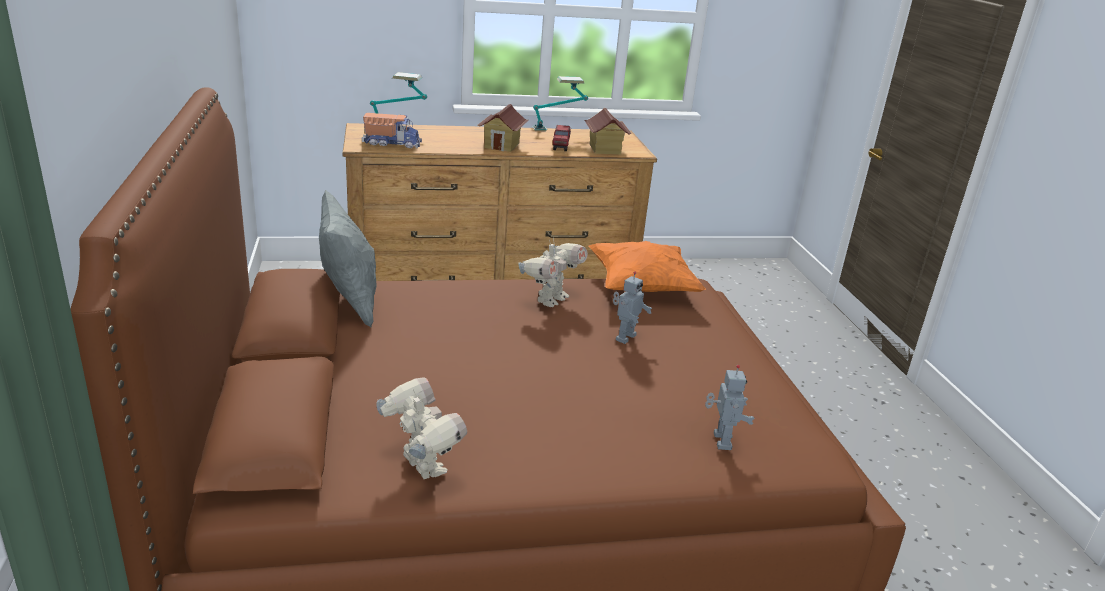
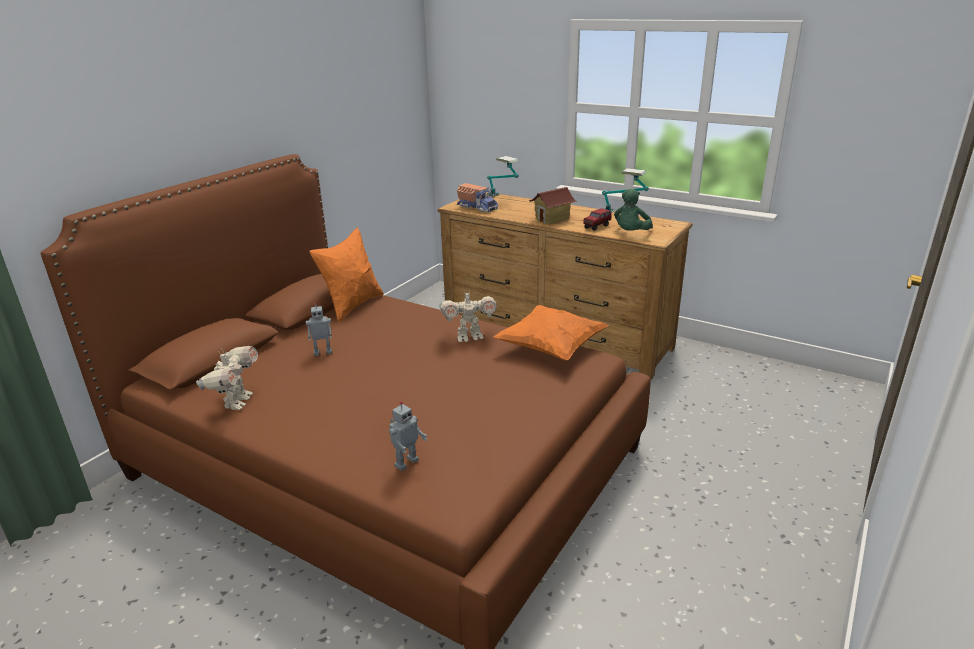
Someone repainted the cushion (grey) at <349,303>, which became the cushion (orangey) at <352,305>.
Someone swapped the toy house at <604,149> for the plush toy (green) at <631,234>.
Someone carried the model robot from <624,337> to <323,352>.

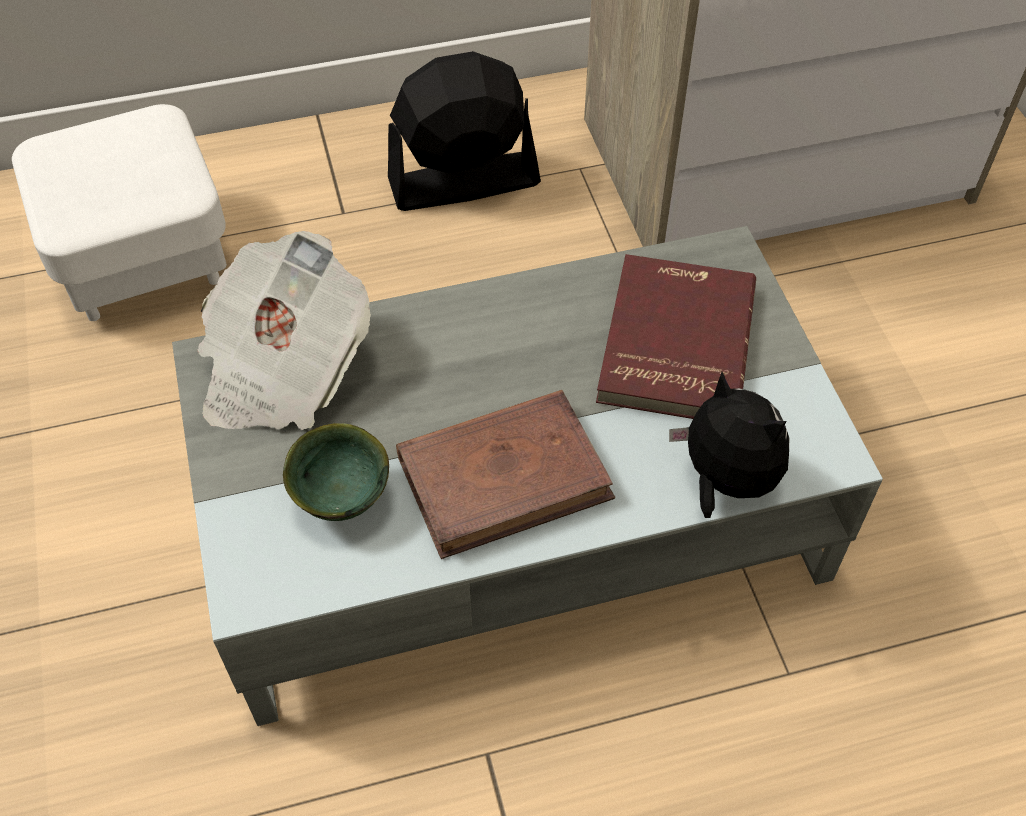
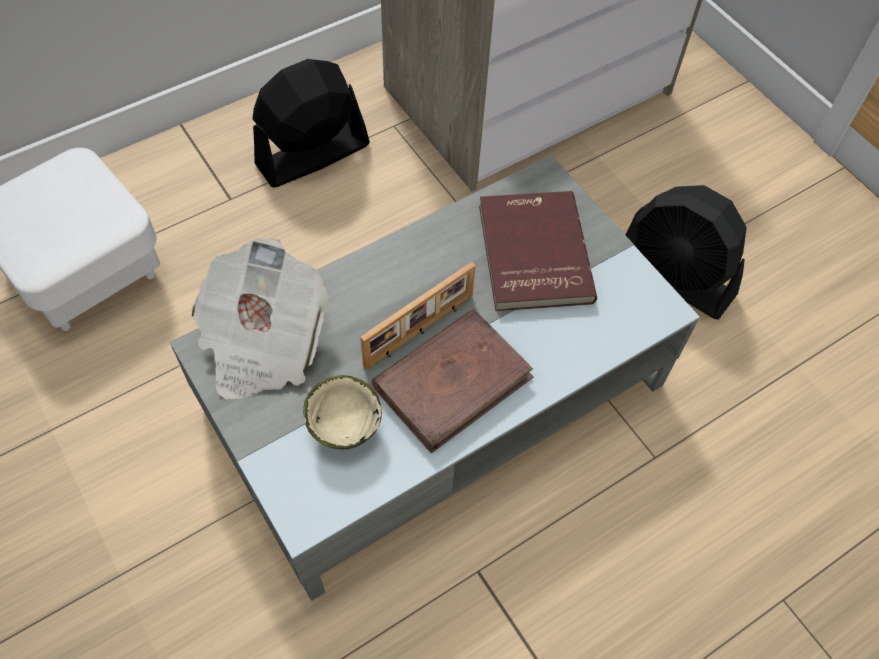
Someone repainted the deep dish (green) at <343,496>, which became the deep dish (sand-coloured) at <345,427>.
Someone took away the plush toy at <724,481>.
Someone put down the photo frame at <420,331>.
Someone put down the fan (black-coloured) at <675,277>.

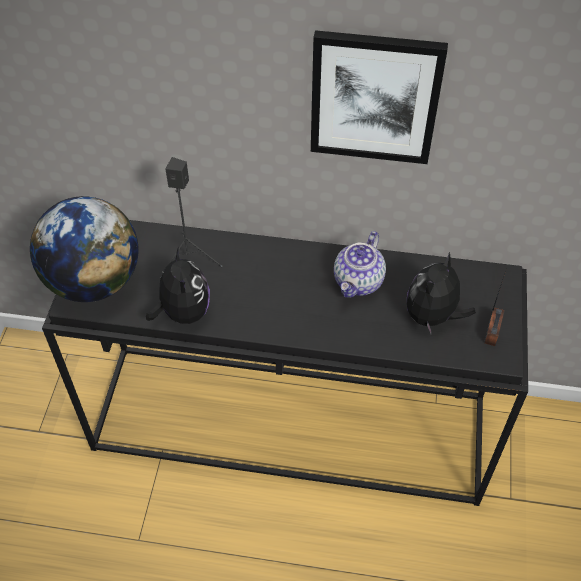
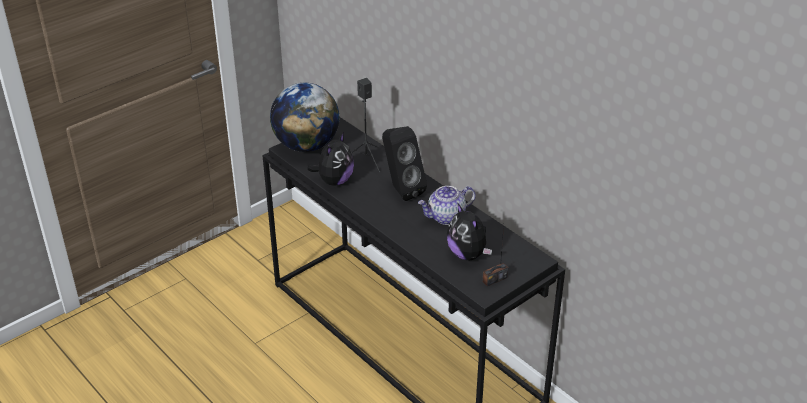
Someone took away the picture at <374,97>.
Someone rotated the plush toy at <432,317> by 105 degrees counterclockwise.
Someone put down the audio speaker (black-coloured) at <401,190>.

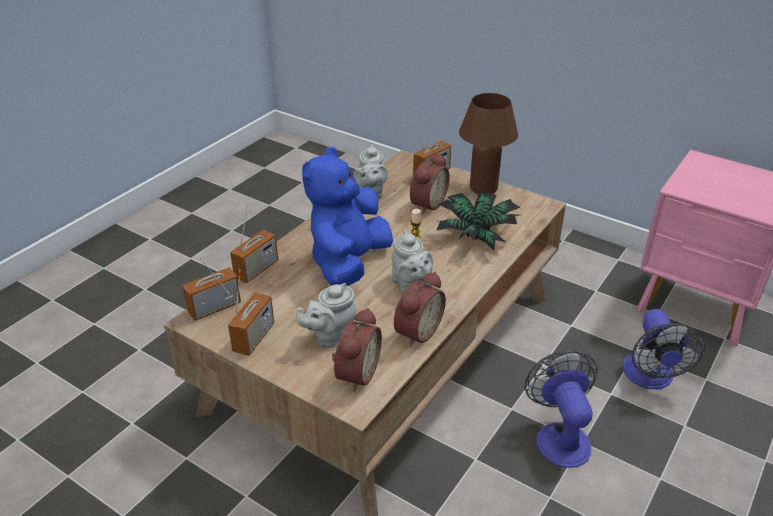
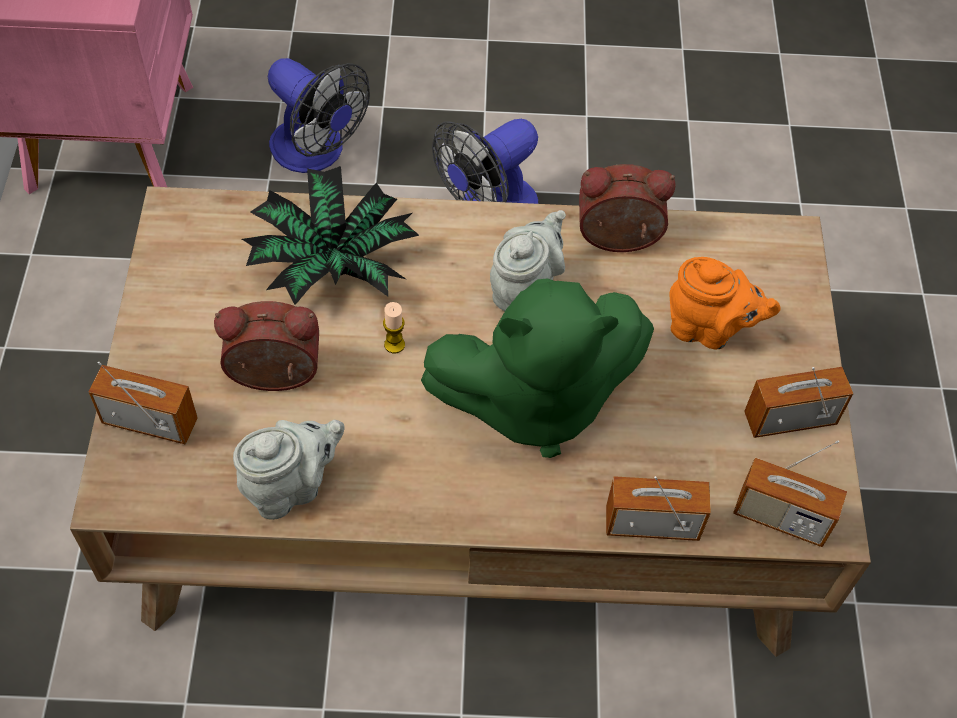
Someone repainted the teapot (grey) at <330,336>, which became the teapot (orangey) at <708,330>.
Someone repainted the plush toy (bluish) at <348,263>, which became the plush toy (green) at <534,400>.
Someone took away the bedside clock at <355,373>.
Someone took away the lamp for a table (brownish) at <483,188>.
Someone rotated the fan at <650,378> by 75 degrees clockwise.

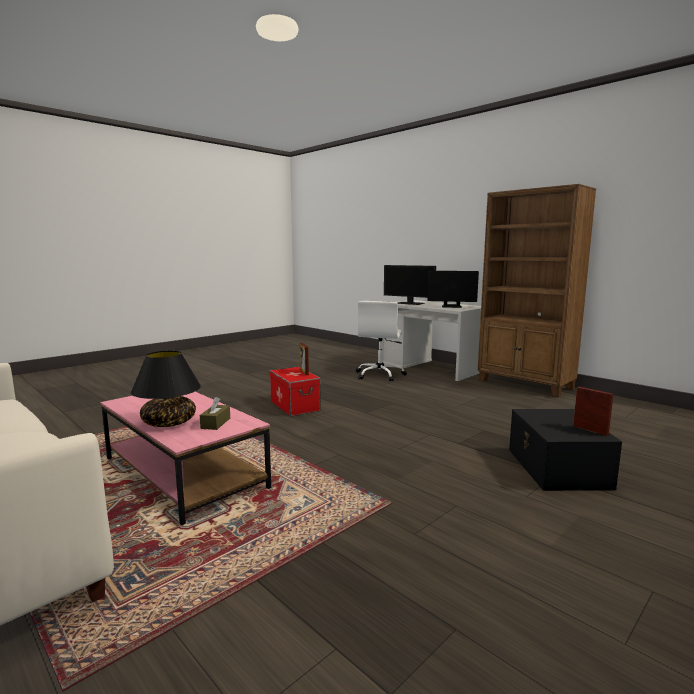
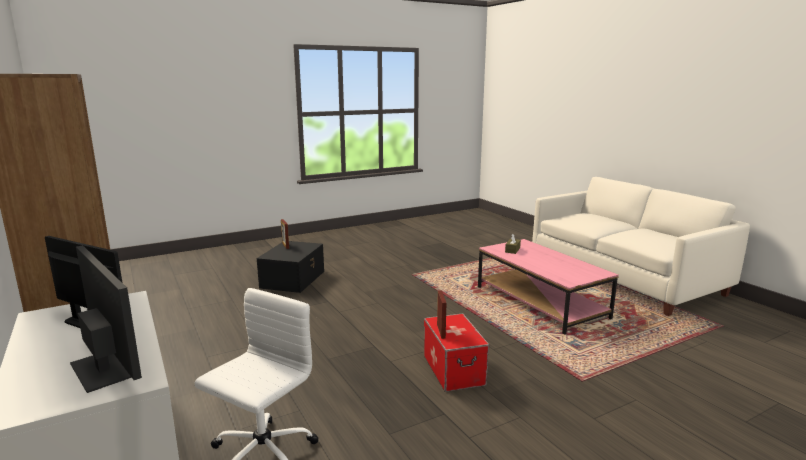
Someone took away the lamp for a table (black-coloured) at <168,422>.

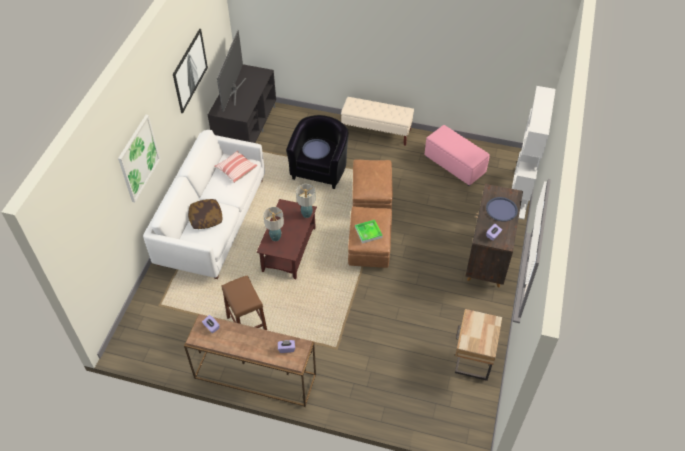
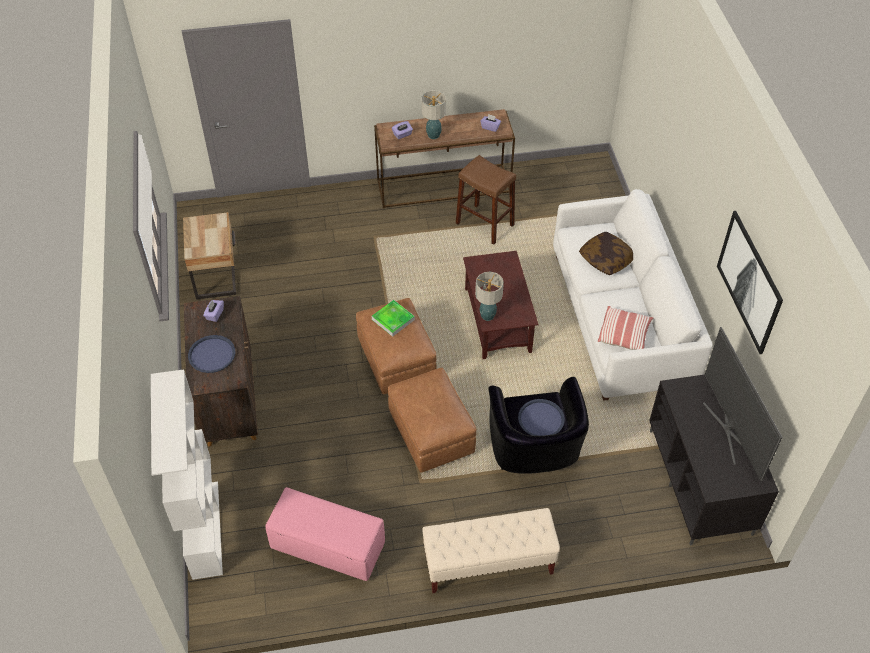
Someone took away the picture at <138,158>.
Someone carried the lamp for a table from <275,237> to <434,135>.

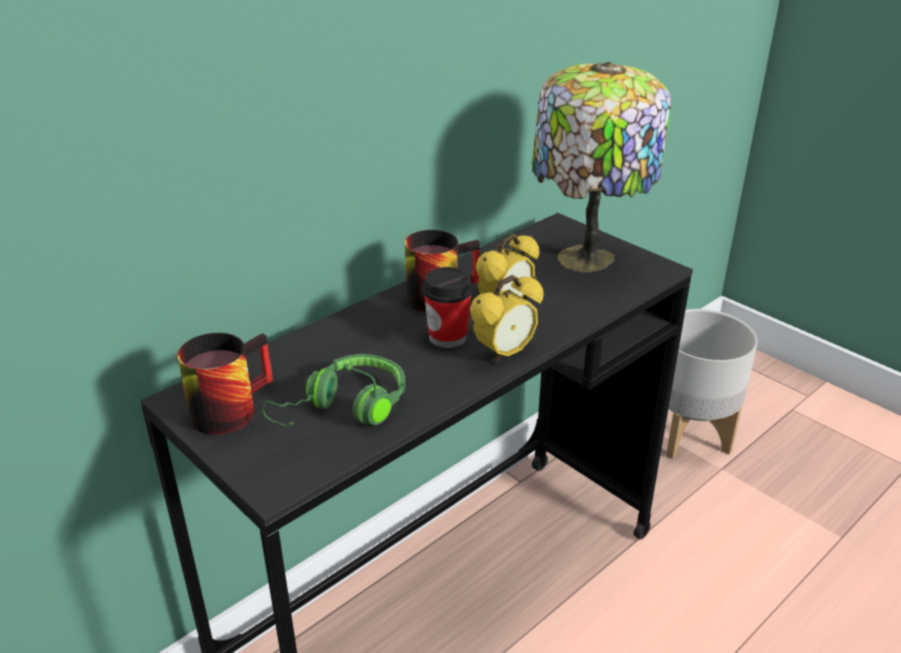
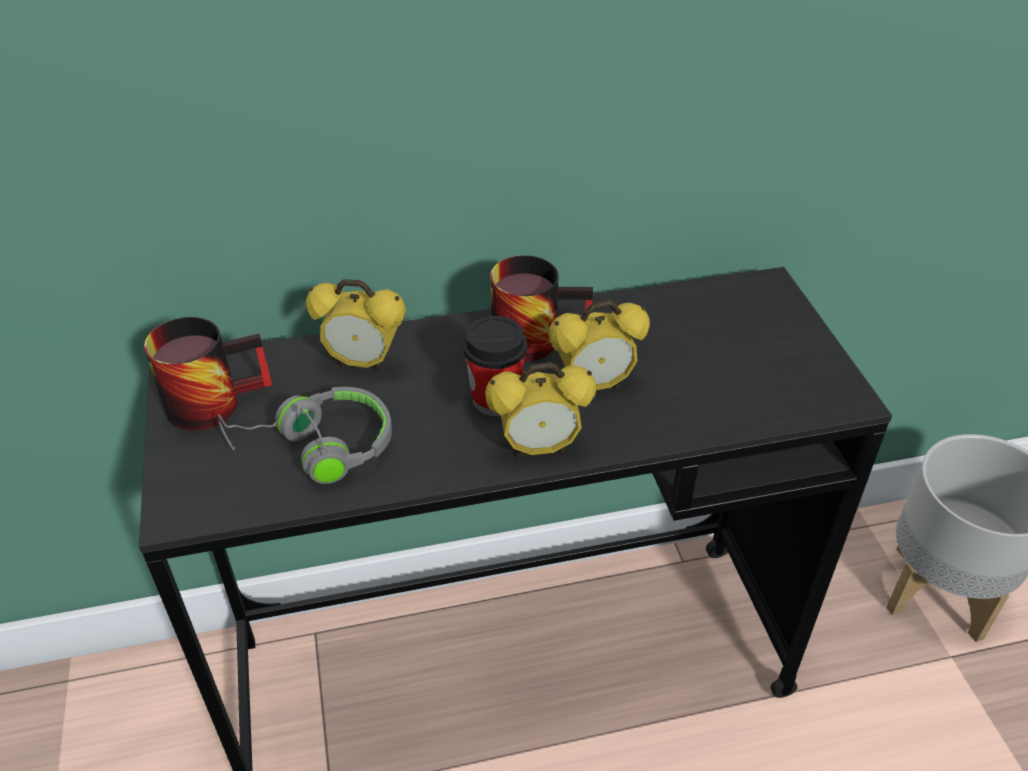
Someone repainted the headphones (green) at <345,408>, which became the headphones (grey) at <315,448>.
Someone took away the lamp for a table at <586,261>.
Someone put down the bedside clock at <363,363>.

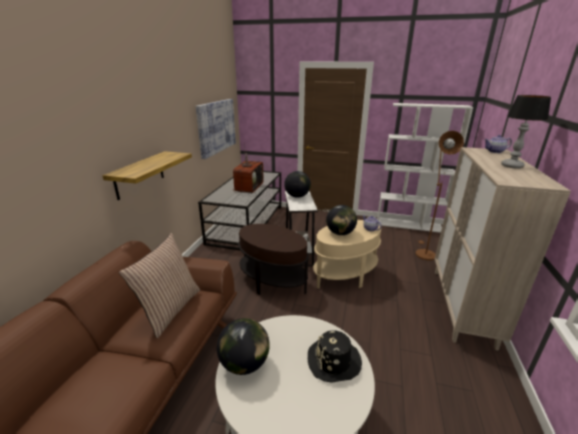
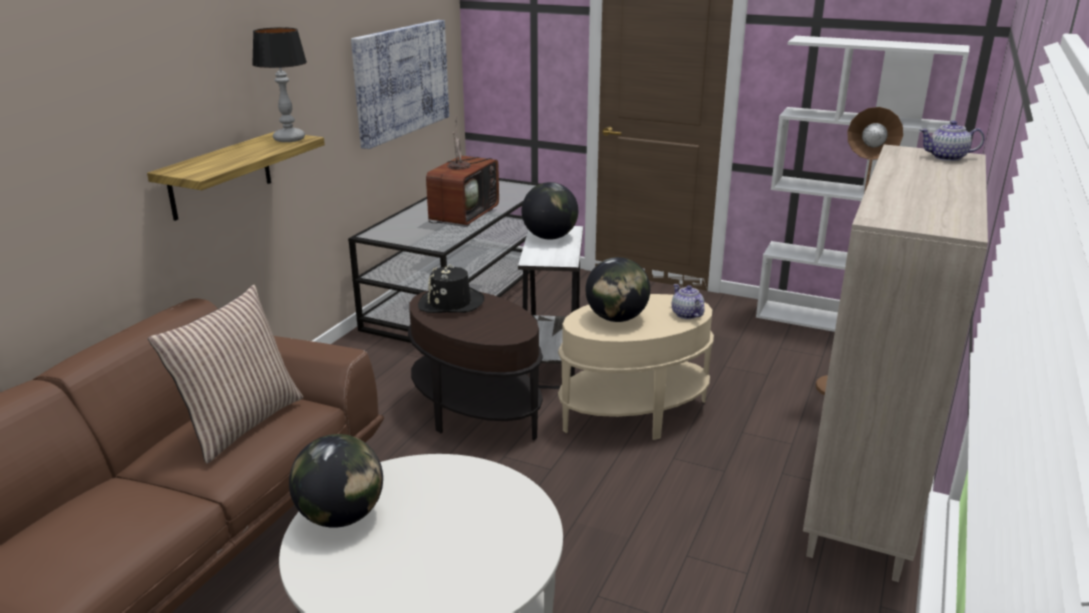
Someone carried the clothing hat (black-coloured) from <334,361> to <450,303>.
Someone carried the lamp for a table from <511,166> to <288,139>.

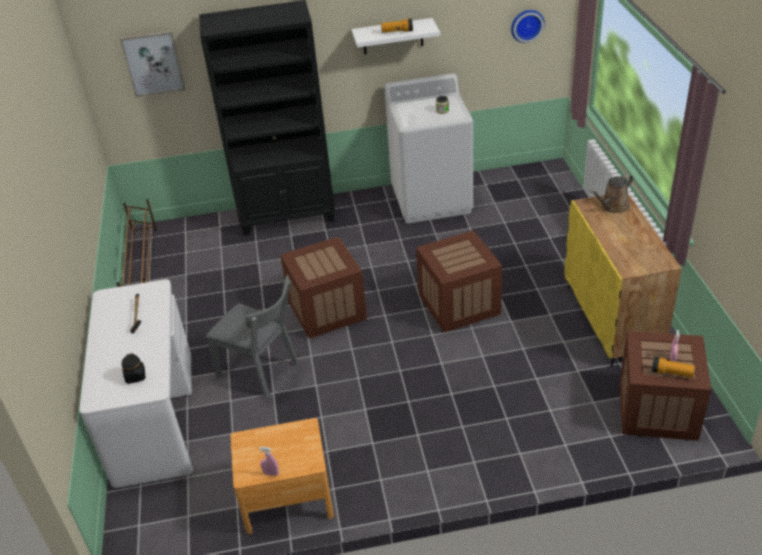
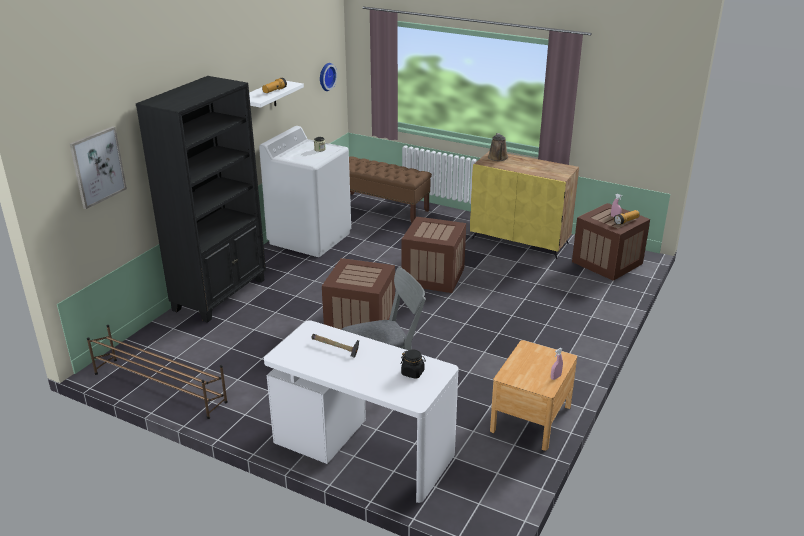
Someone put down the bench (brownish) at <382,208>.

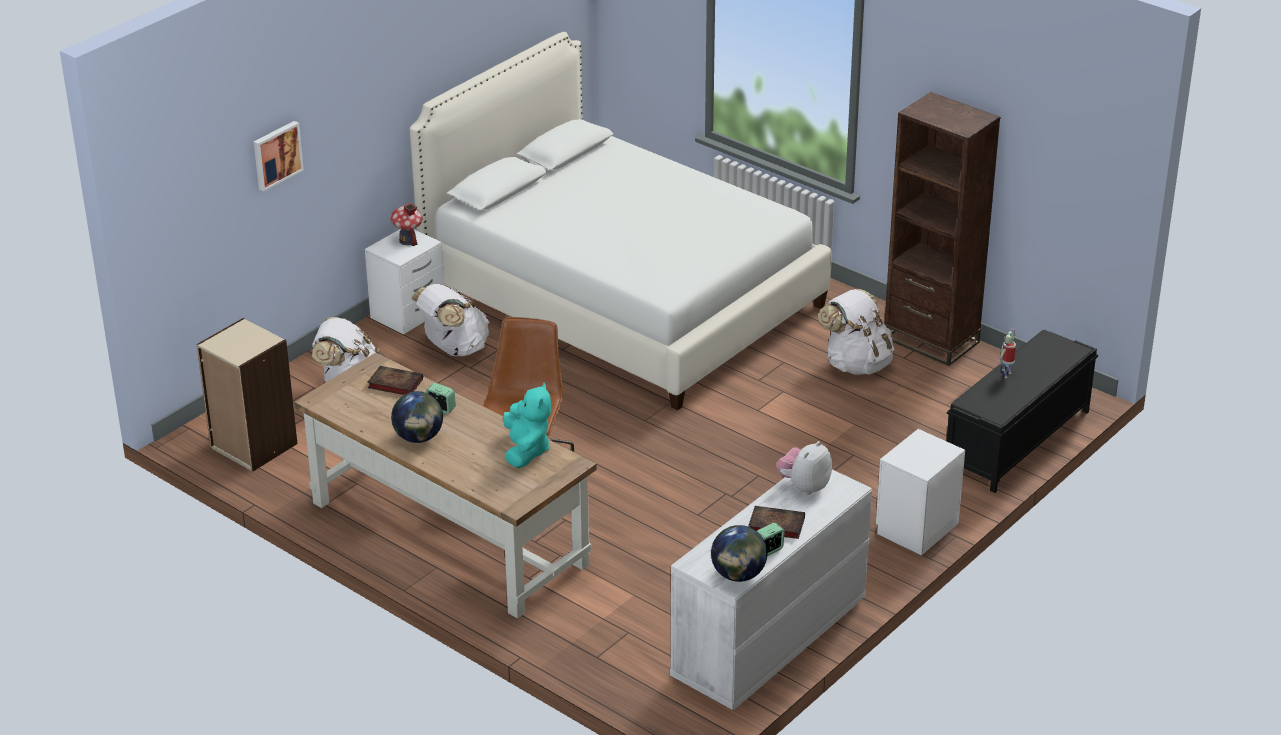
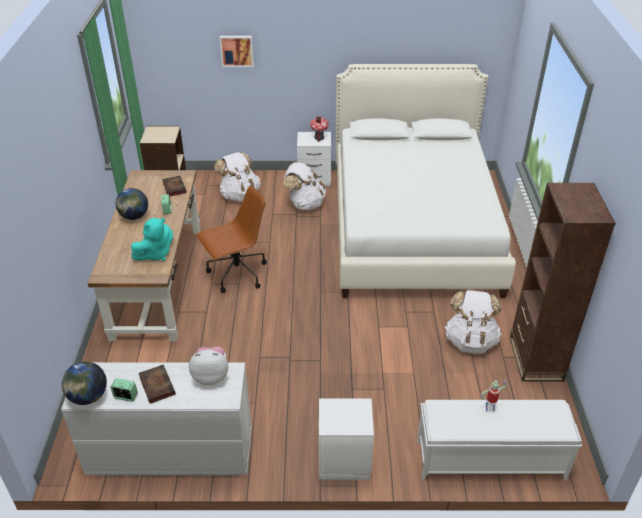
Someone repainted the bench (black-coloured) at <1016,441>, which became the bench (white-coloured) at <489,459>.

